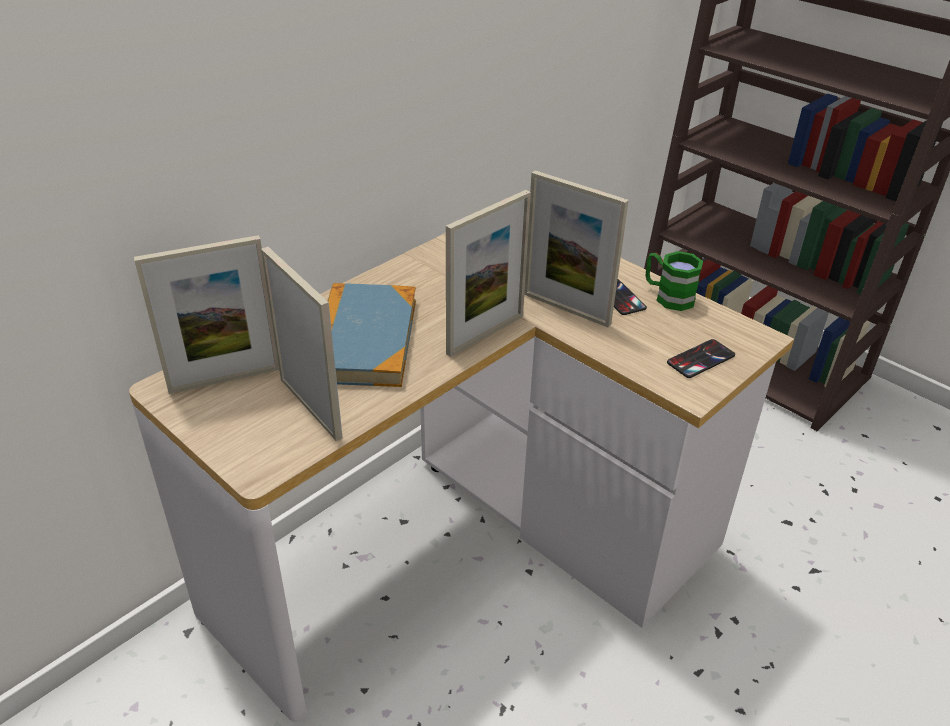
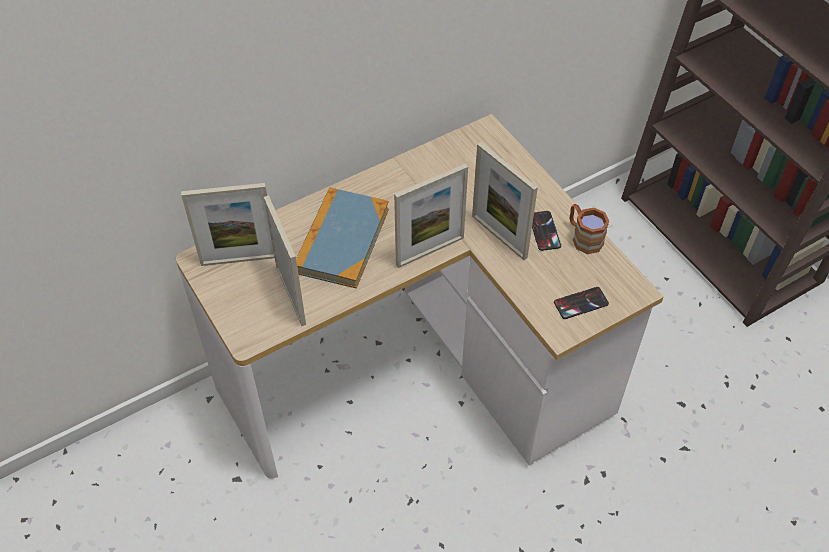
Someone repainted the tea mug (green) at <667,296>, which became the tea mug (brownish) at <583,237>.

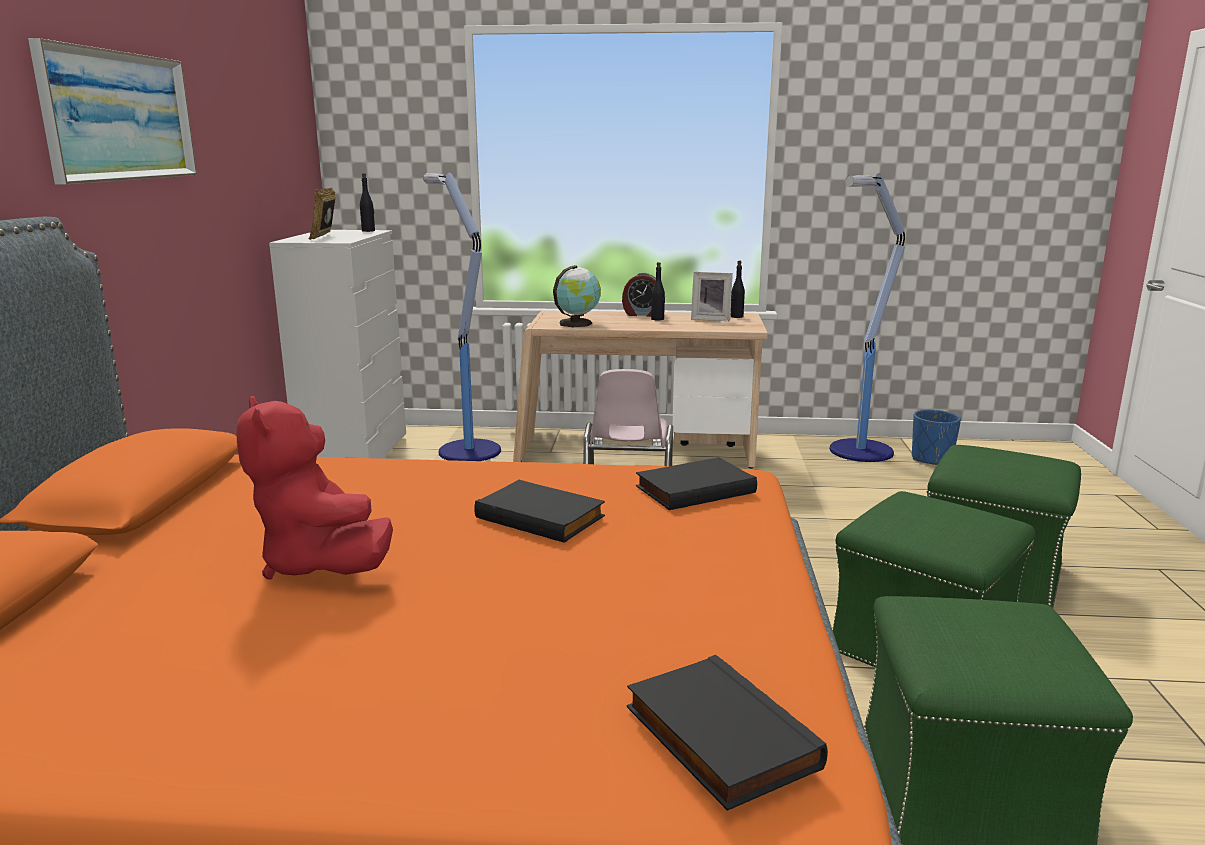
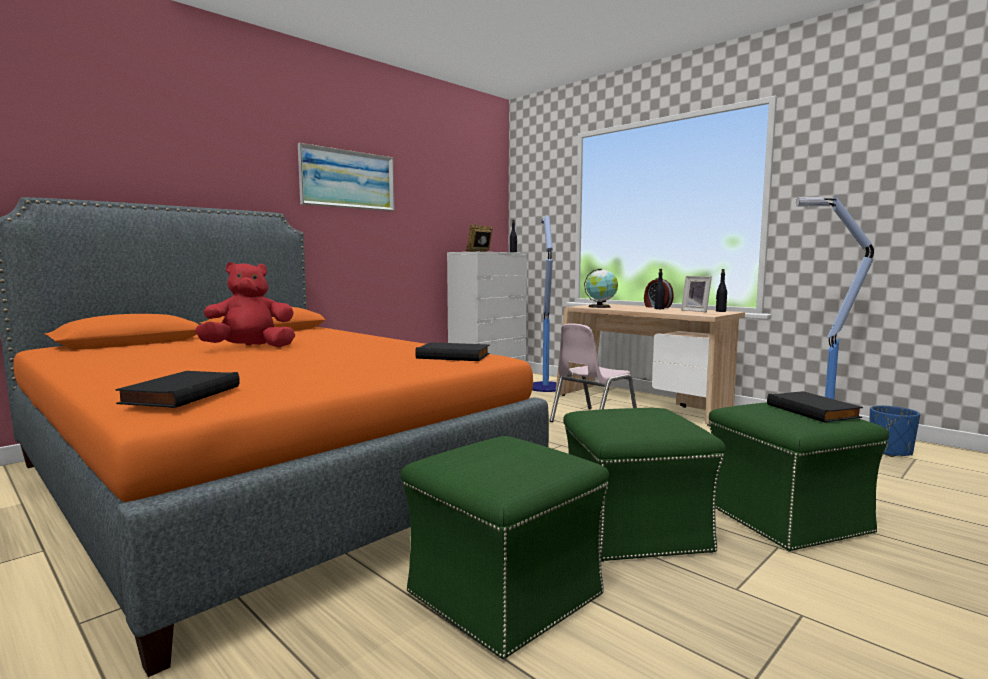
Someone rotated the plush toy (red-coloured) at <320,564> by 60 degrees clockwise.
Someone carried the bound book (black-coloured) from <542,516> to <814,411>.

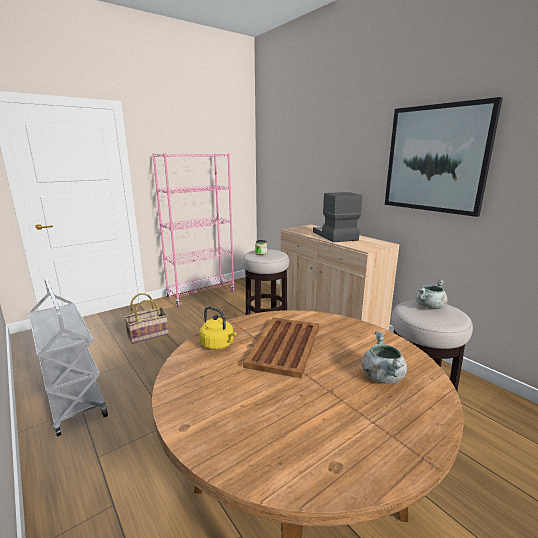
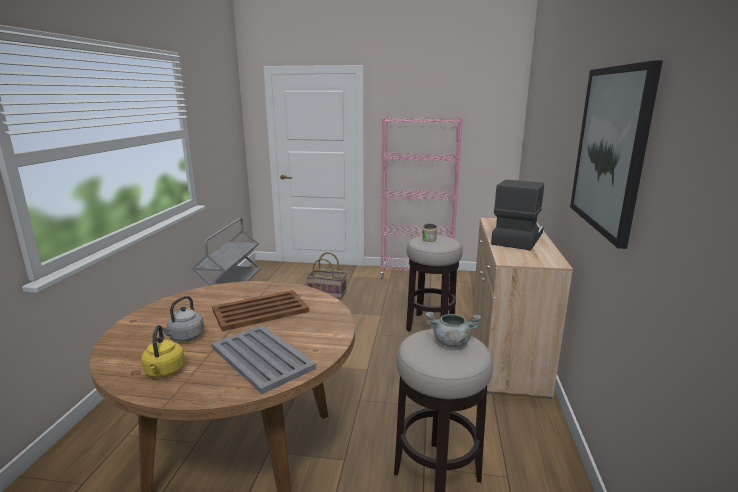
Someone carried the tea kettle (yellowish) from <218,345> to <164,372>.
Someone swapped the stockpot (grey) at <382,376> for the tray (grey) at <261,357>.
Someone put down the tea kettle (grey) at <185,337>.

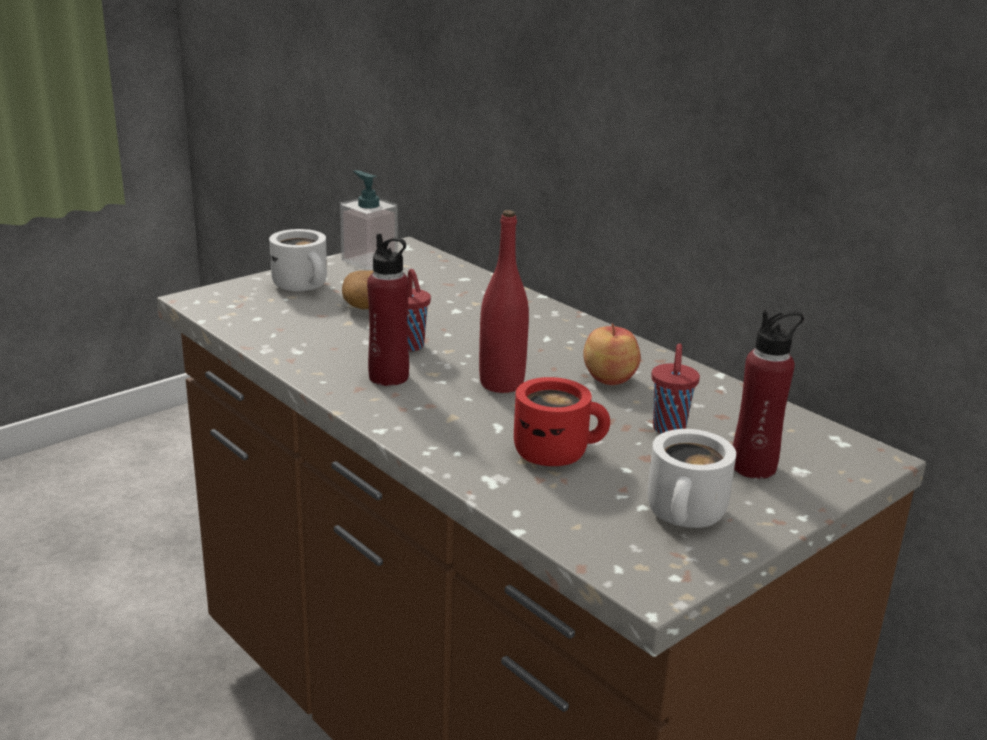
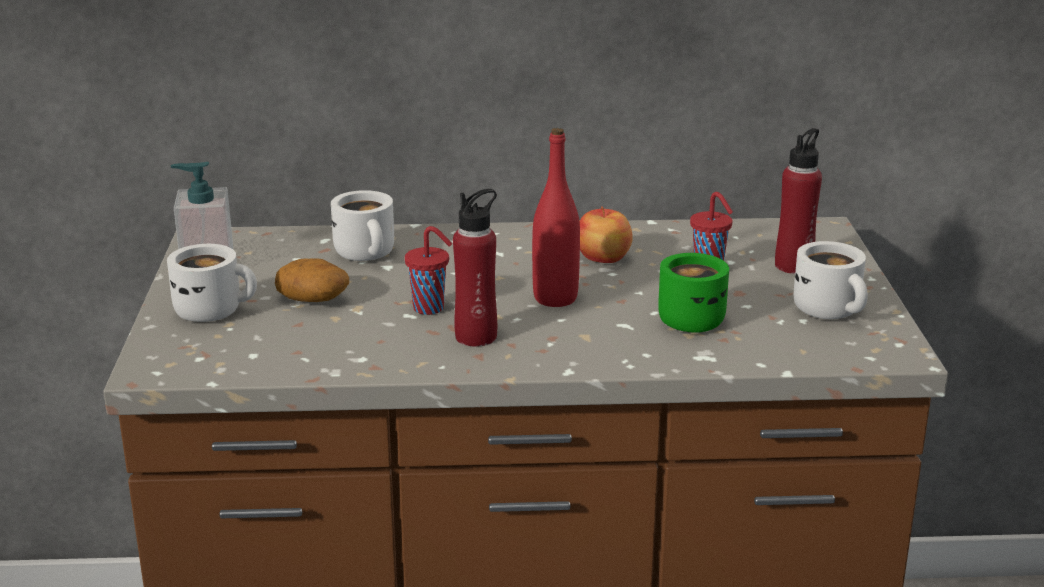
Someone repainted the tea mug (red-coloured) at <556,452>, which became the tea mug (green) at <692,319>.
Someone put down the tea mug (white-coloured) at <369,254>.

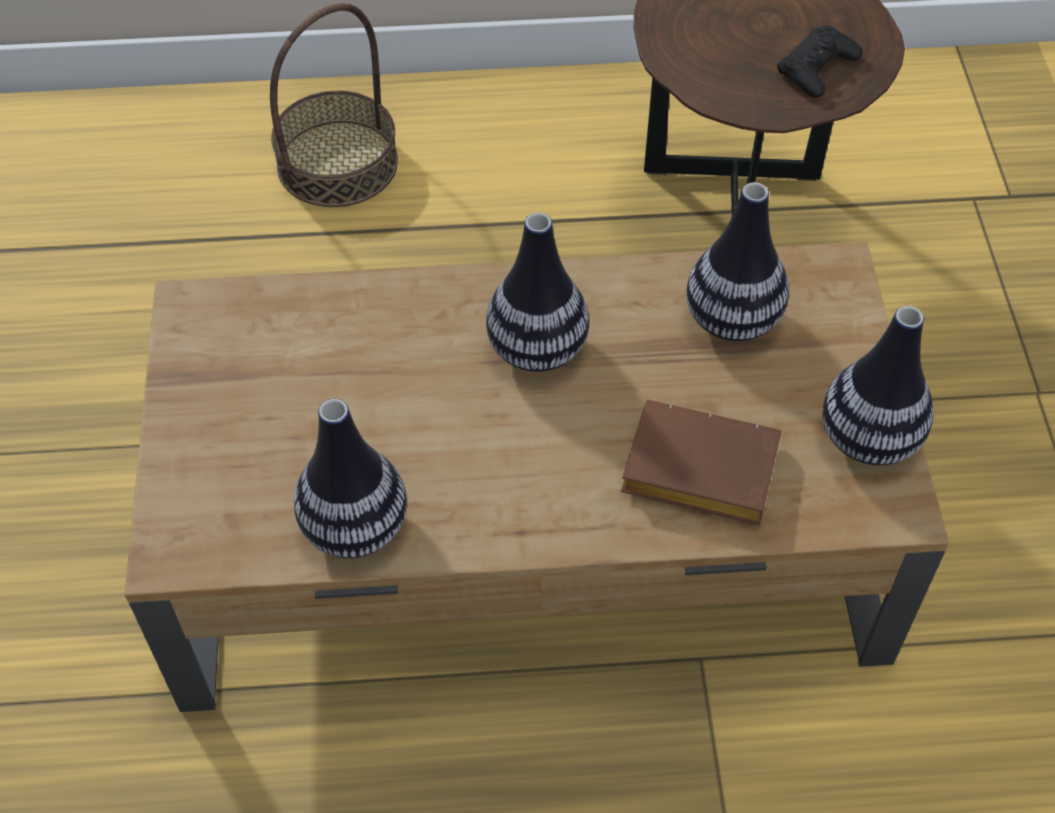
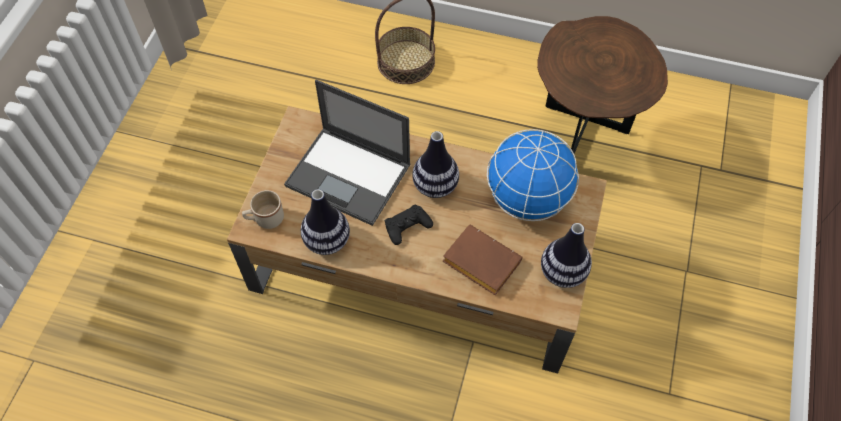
Someone swapped the decorative vase at <732,319> for the world globe at <527,198>.
Someone carried the gamepad (black-coloured) from <817,68> to <407,226>.
Someone put down the tea mug (sand-coloured) at <265,219>.
Someone put down the portable computer at <350,175>.

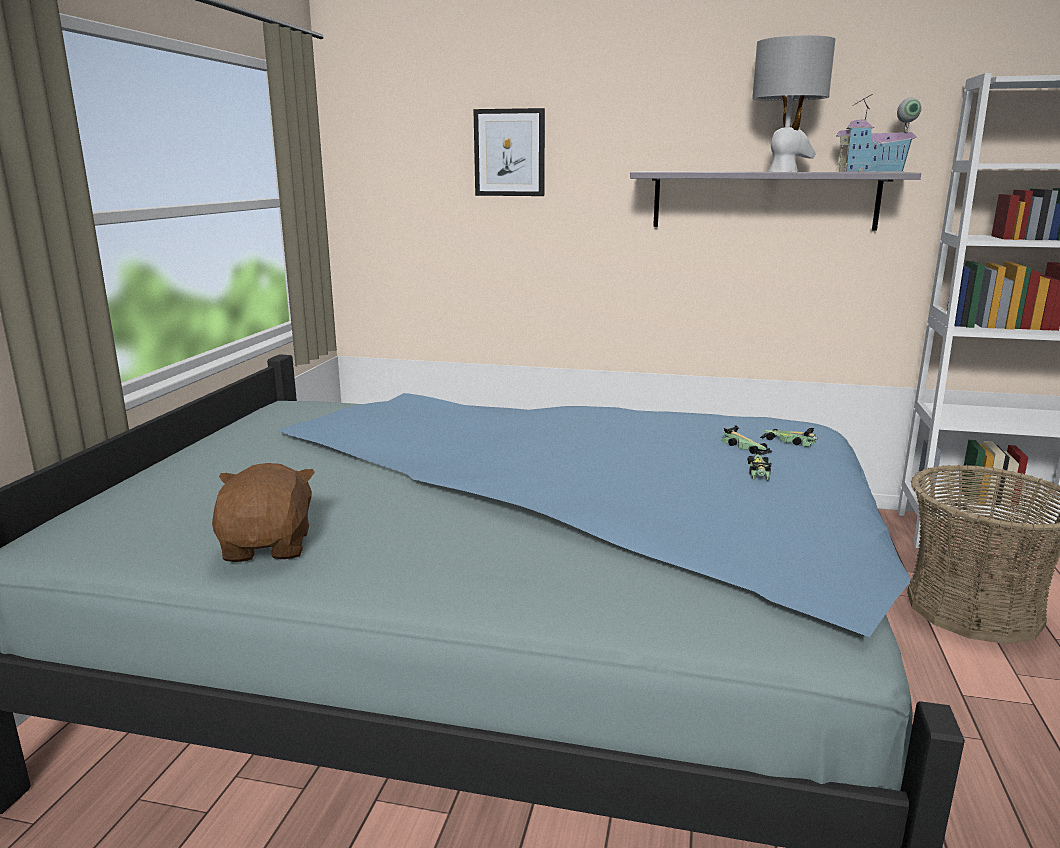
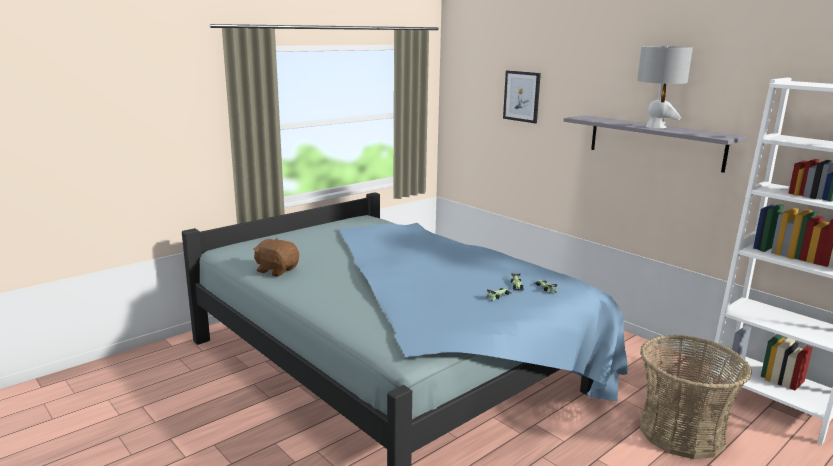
Someone rotated the plush toy (brownish) at <269,547> by 90 degrees counterclockwise.
Someone took away the toy house at <871,171>.

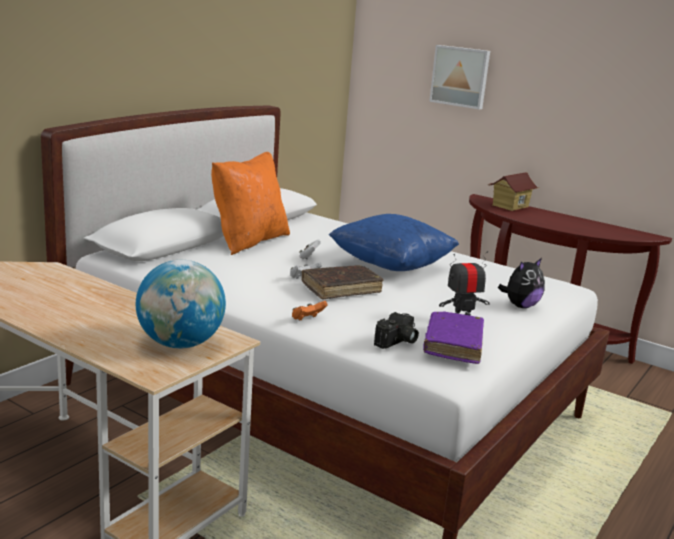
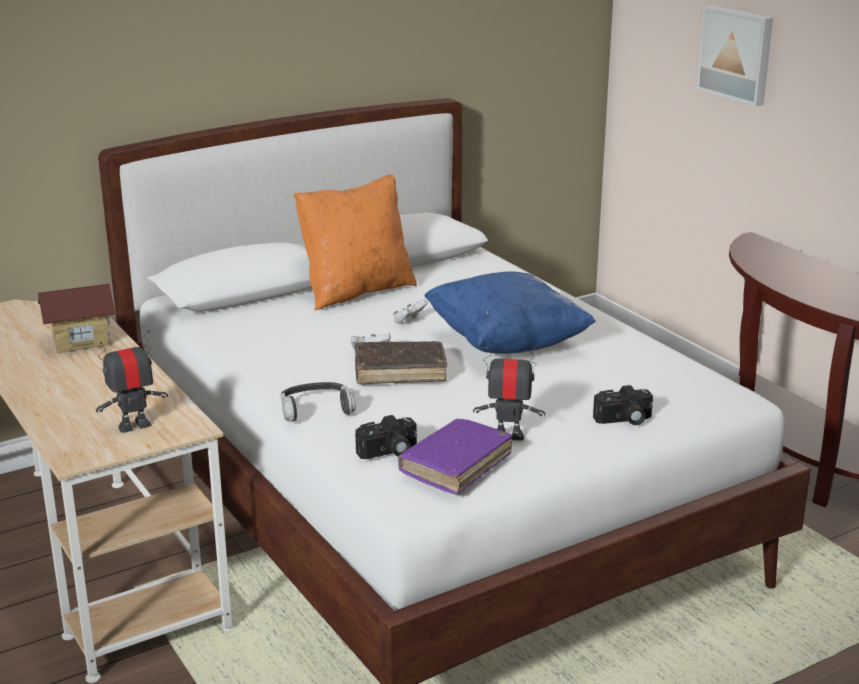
Someone swapped the world globe at <180,344> for the model robot at <134,426>.
Someone swapped the gamepad (orangey) at <307,319> for the headphones at <316,409>.
Someone carried the toy house from <510,206> to <80,341>.
Someone swapped the plush toy at <520,306> for the still camera at <624,420>.

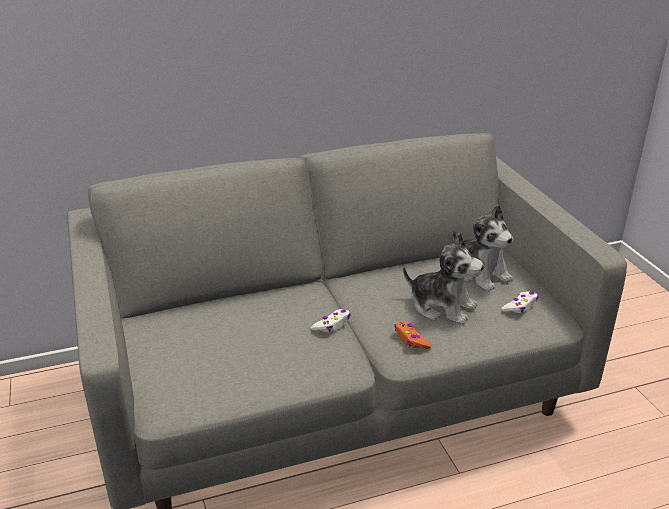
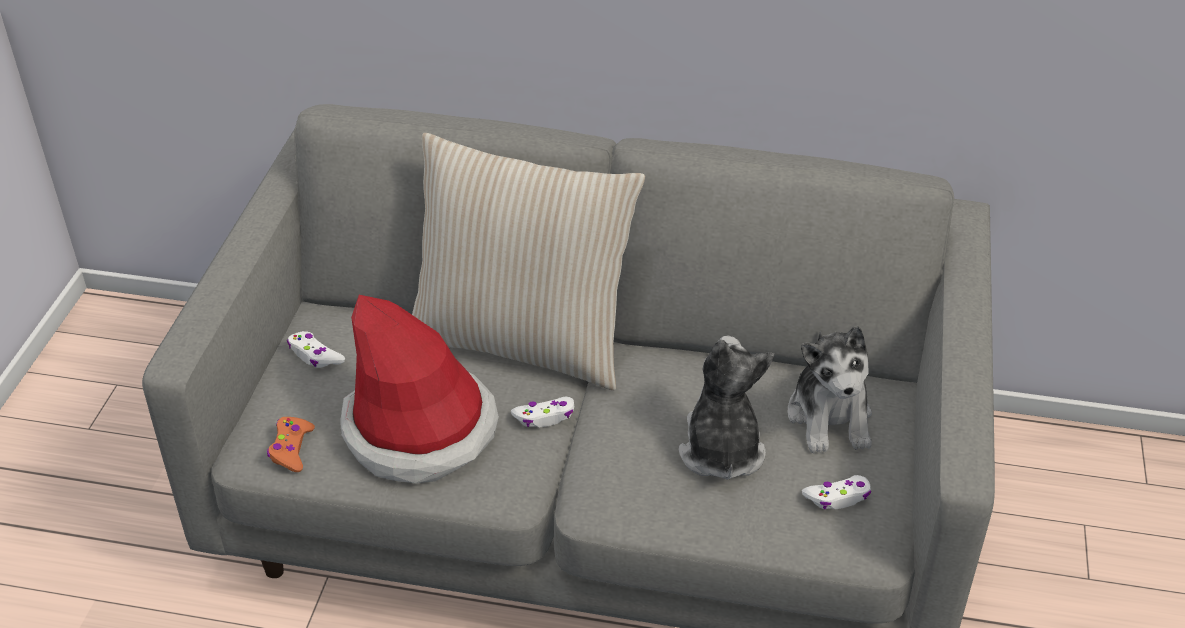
Someone carried the gamepad (orangey) from <411,340> to <291,449>.
Someone rotated the plush toy at <442,307> by 150 degrees counterclockwise.
Someone put down the gamepad (white-coloured) at <315,356>.
Someone put down the clothing hat at <420,430>.
Someone put down the cushion (sand-coloured) at <522,340>.

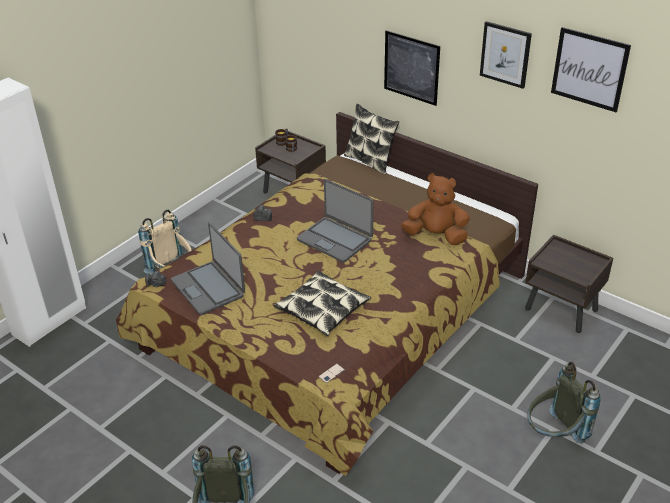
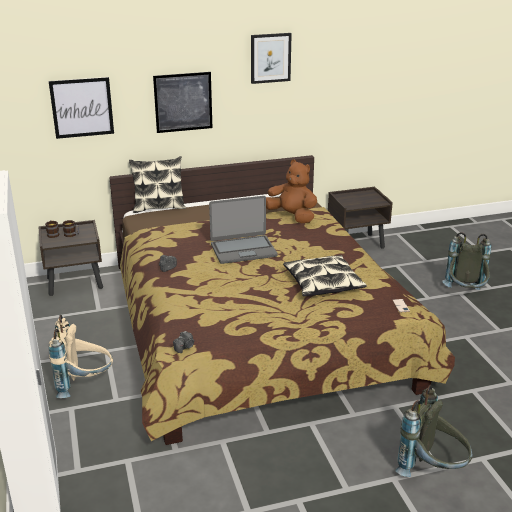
Someone took away the portable computer at <209,288>.
Someone rotated the plush toy (brownish) at <436,236> by 75 degrees clockwise.
Someone carried the picture from <589,69> to <82,107>.

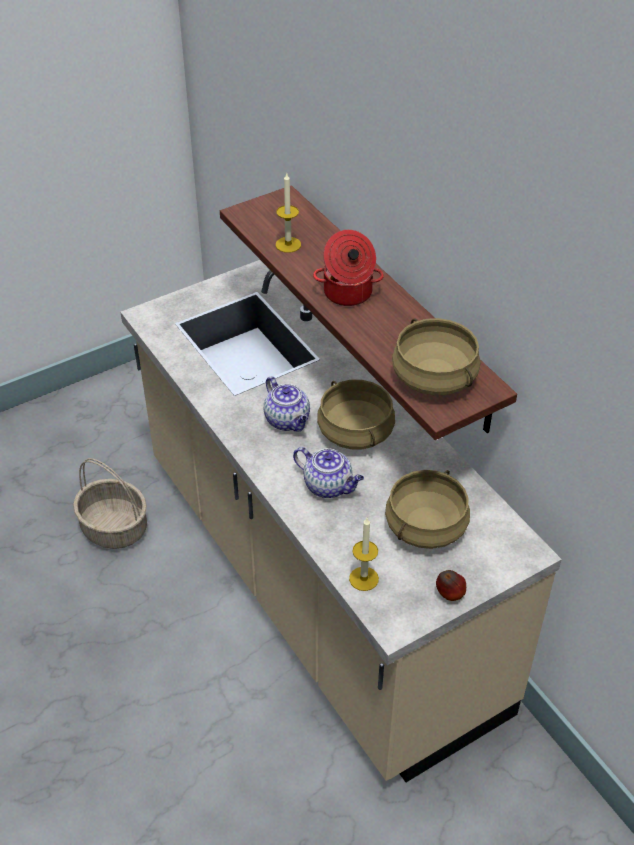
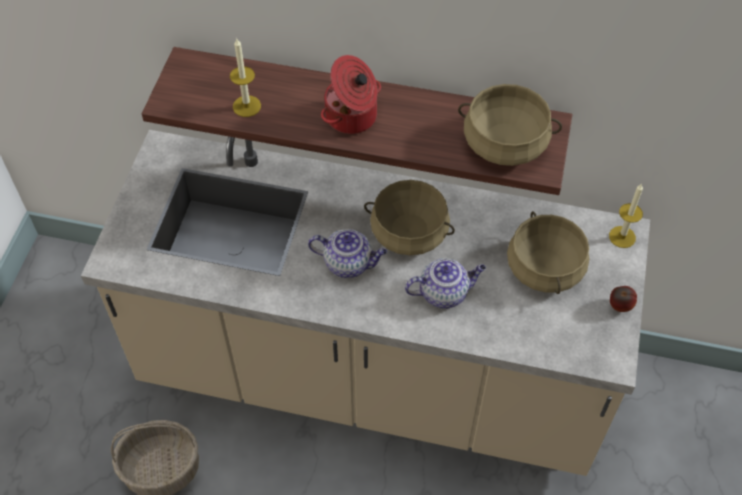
Someone carried the candle from <363,578> to <622,237>.

